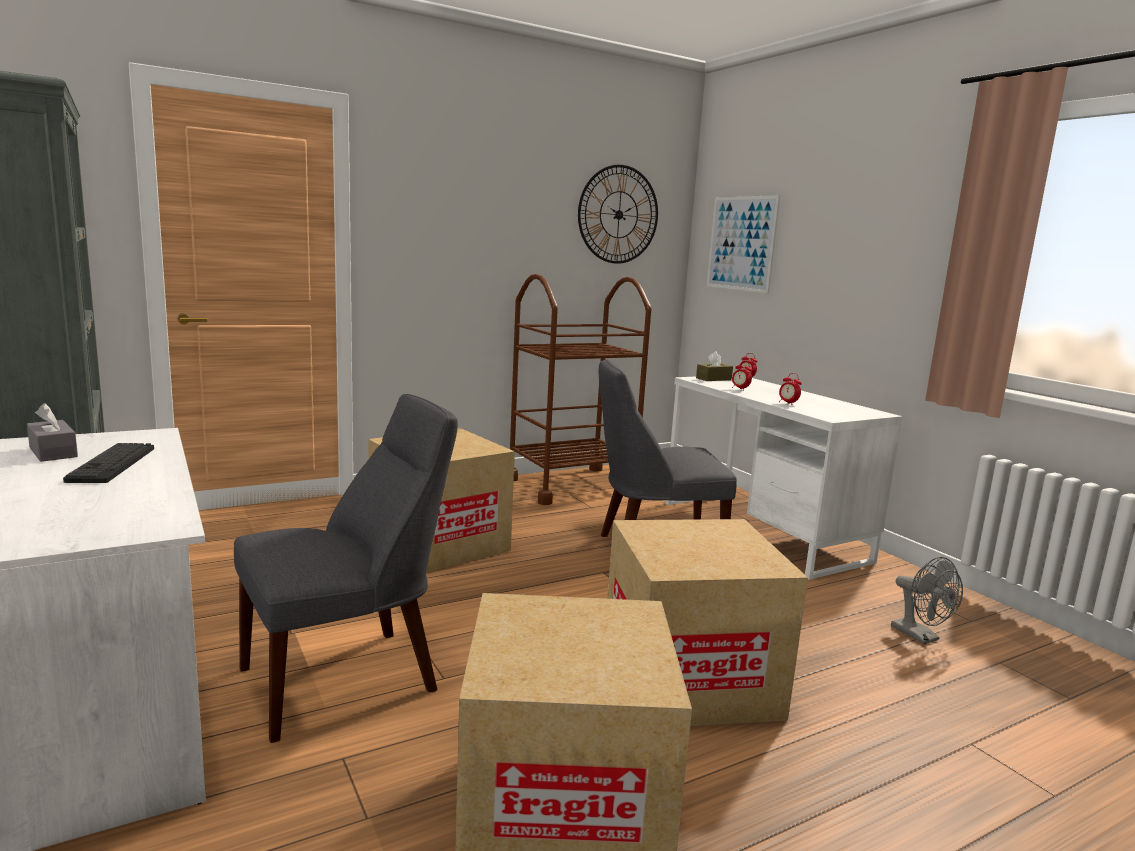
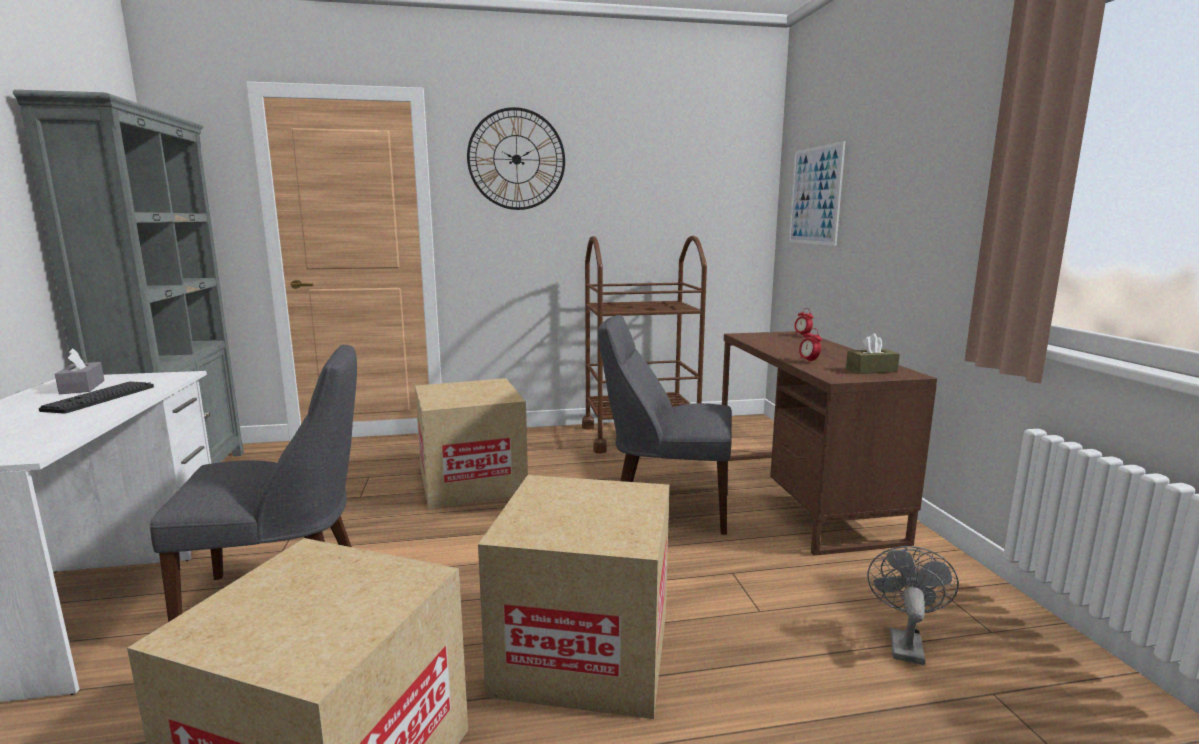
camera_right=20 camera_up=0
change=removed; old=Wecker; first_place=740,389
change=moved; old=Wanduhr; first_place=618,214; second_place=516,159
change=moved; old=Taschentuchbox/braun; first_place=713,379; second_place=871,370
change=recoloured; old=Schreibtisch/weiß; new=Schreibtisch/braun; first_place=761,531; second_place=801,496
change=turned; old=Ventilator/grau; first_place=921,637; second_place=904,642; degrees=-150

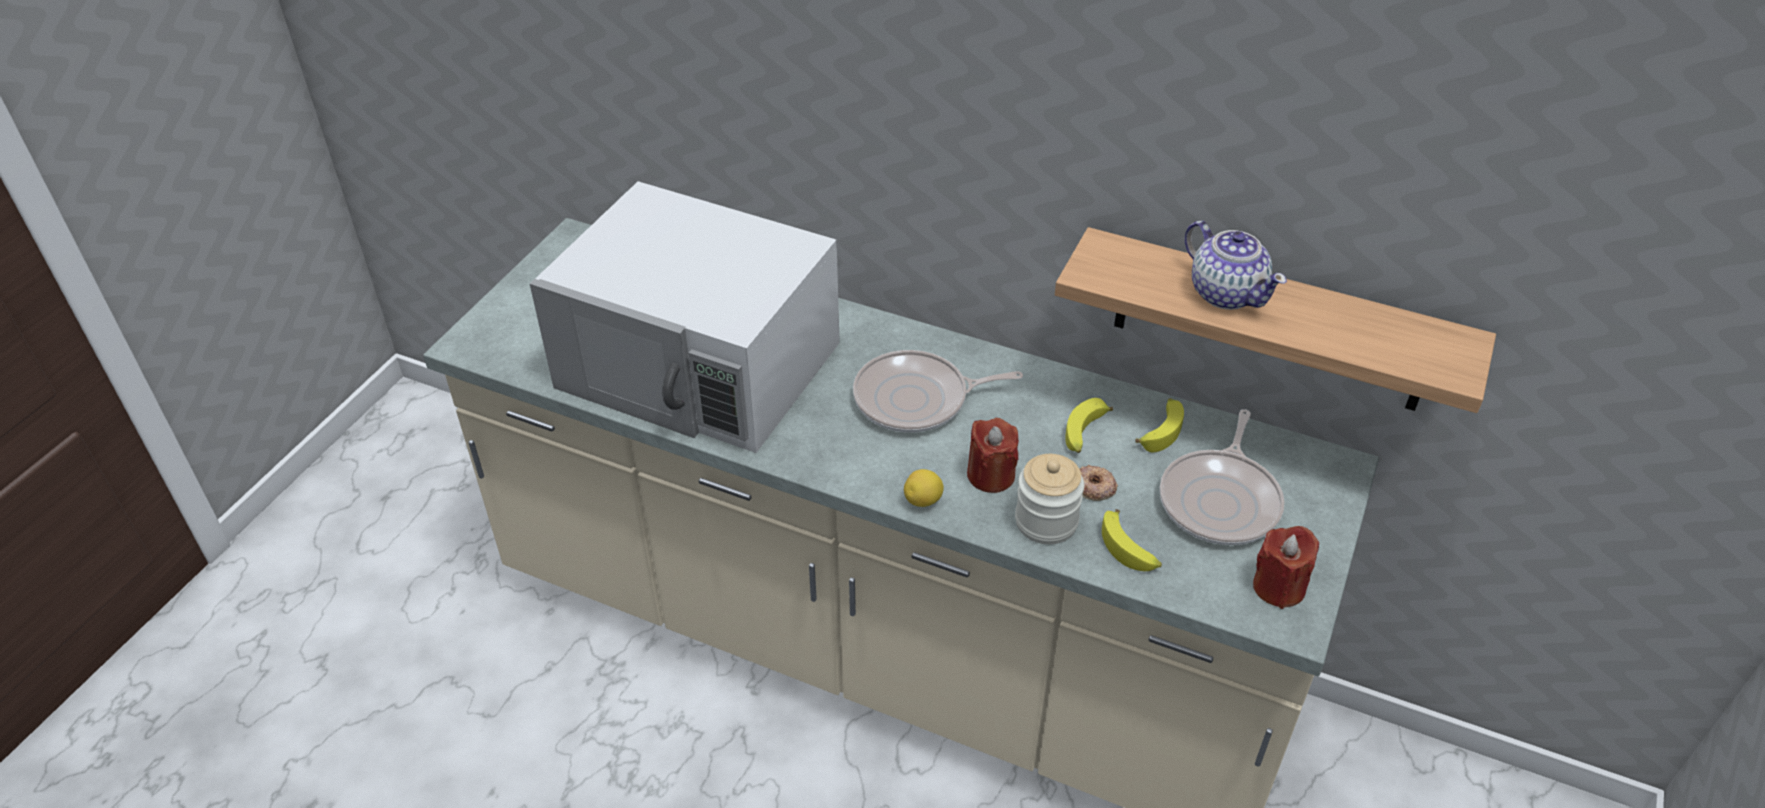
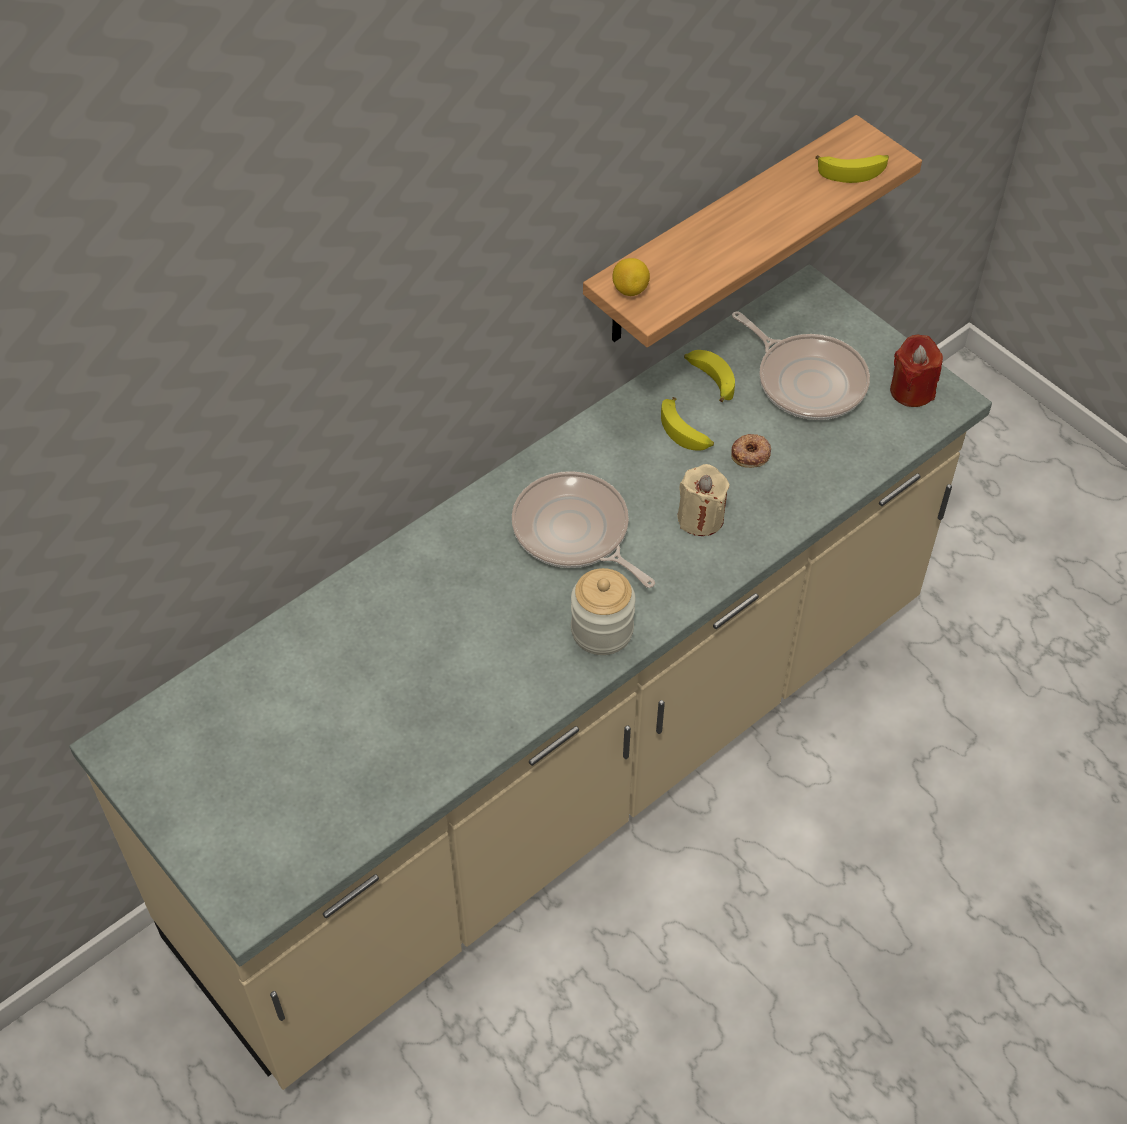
camera_right=-65 camera_up=10
change=removed; old=Mikrowelle/weiß; first_place=701,365
change=removed; old=Teekanne; first_place=1226,292
change=moved; old=Zitrone; first_place=923,501; second_place=630,290
change=moved; old=Vorratsglas; first_place=1046,521; second_place=602,630
change=moved; old=Banane; first_place=1129,549; second_place=853,170
change=recoloured; old=Kerze/rot; new=Kerze/beige; first_place=991,475; second_place=700,518
change=turned; old=Pfanne; first_place=917,399; second_place=574,533; degrees=120

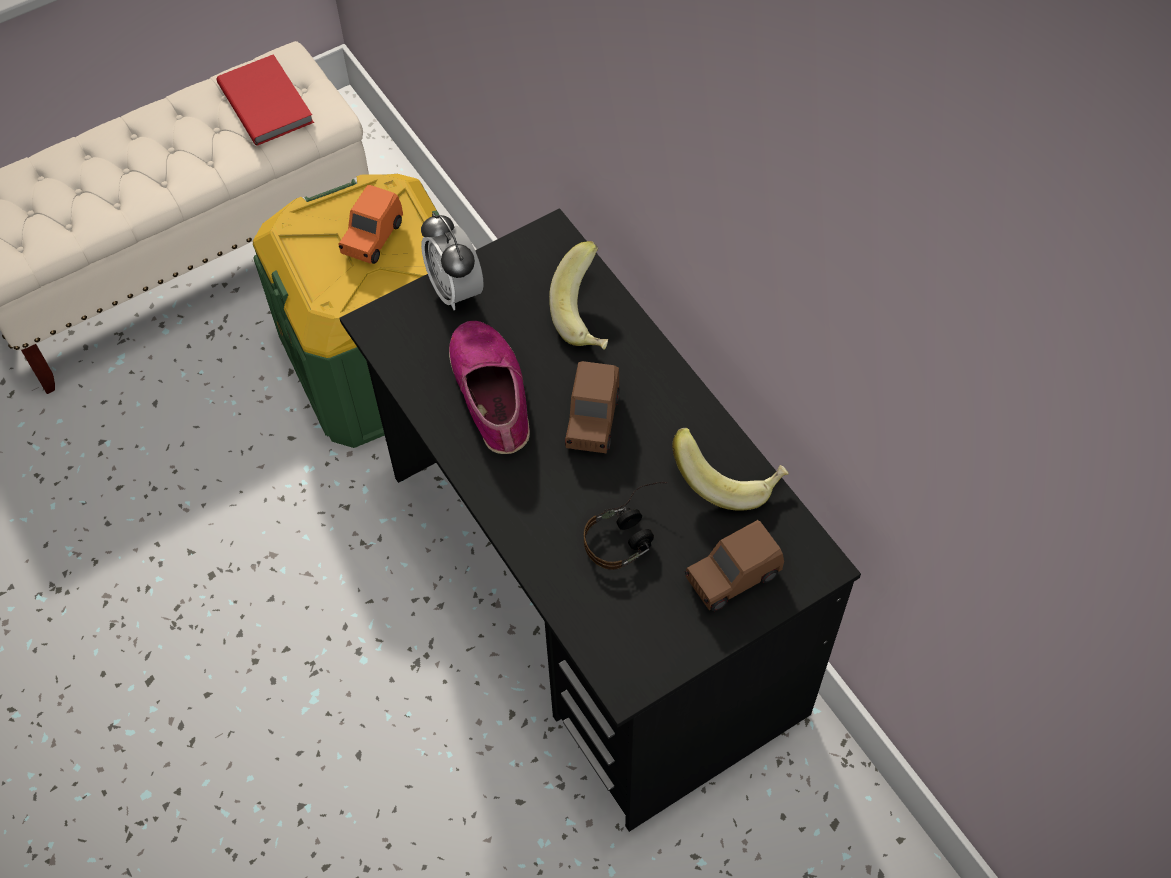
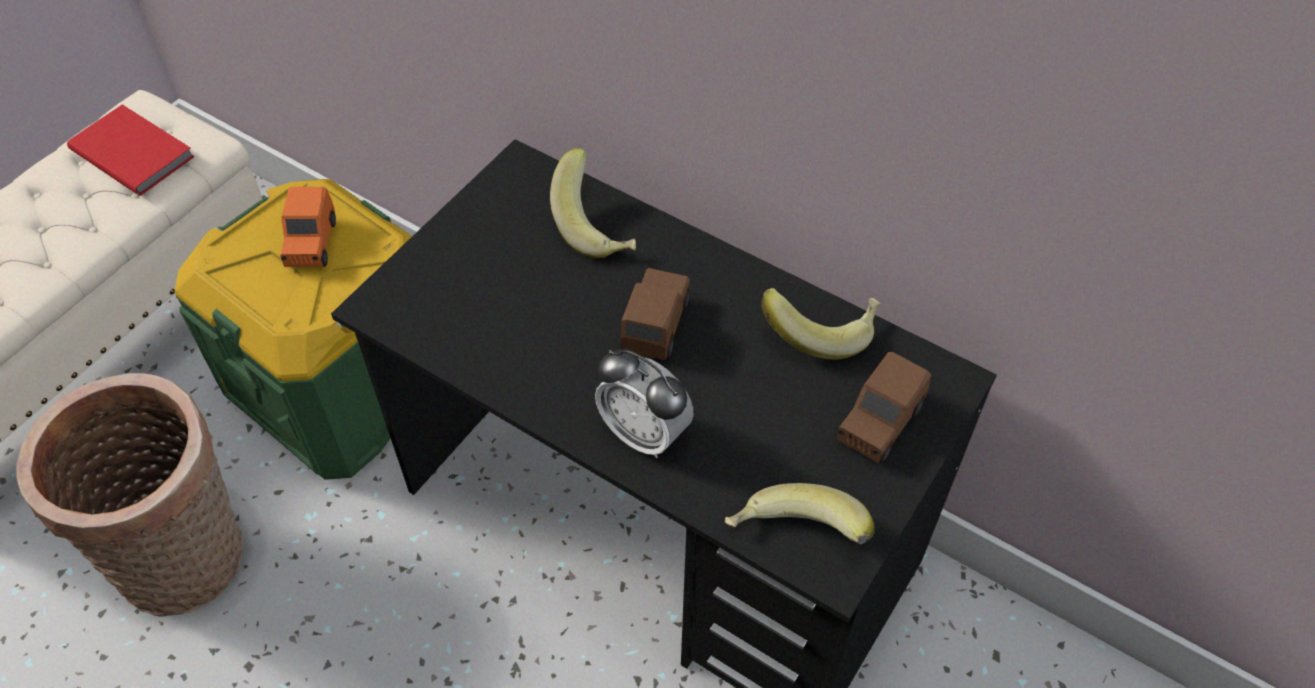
camera_right=-25 camera_up=-5
change=removed; old=Schuh; first_place=492,393
change=removed; old=Kopfhörer; first_place=631,532
change=added; new=Korb; second_place=190,561
change=added; new=Banane; second_place=794,539
change=moved; old=Wecker; first_place=455,290; second_place=644,433
change=turned; old=Spielzeugauto/braun; first_place=592,421; second_place=656,324; degrees=-150

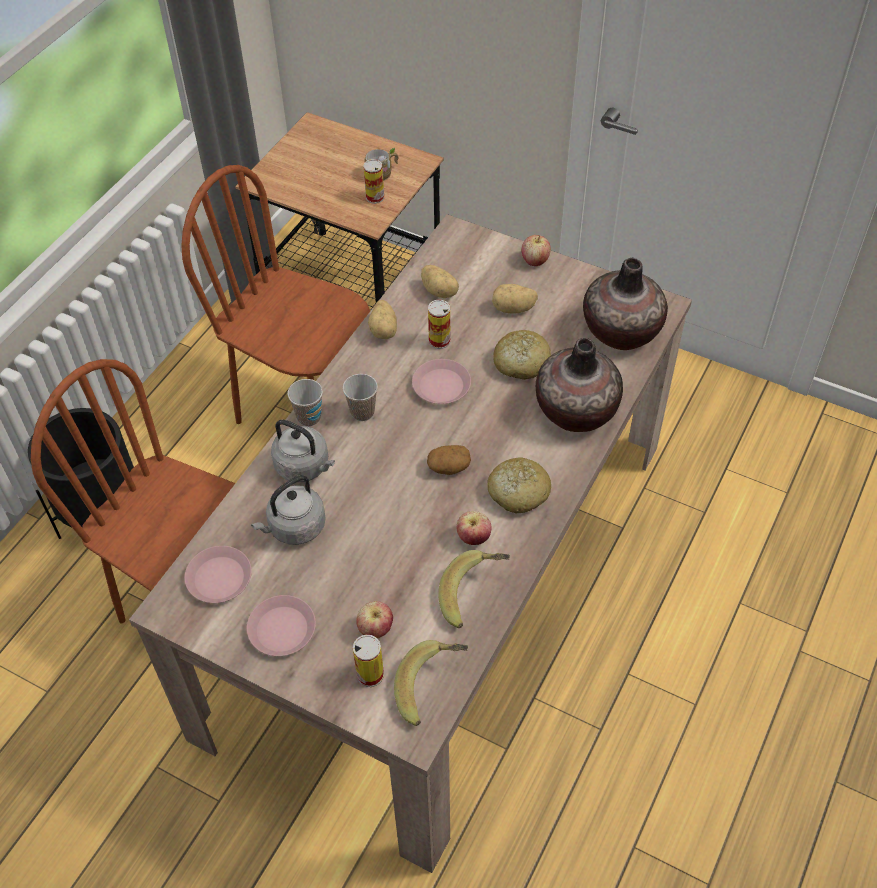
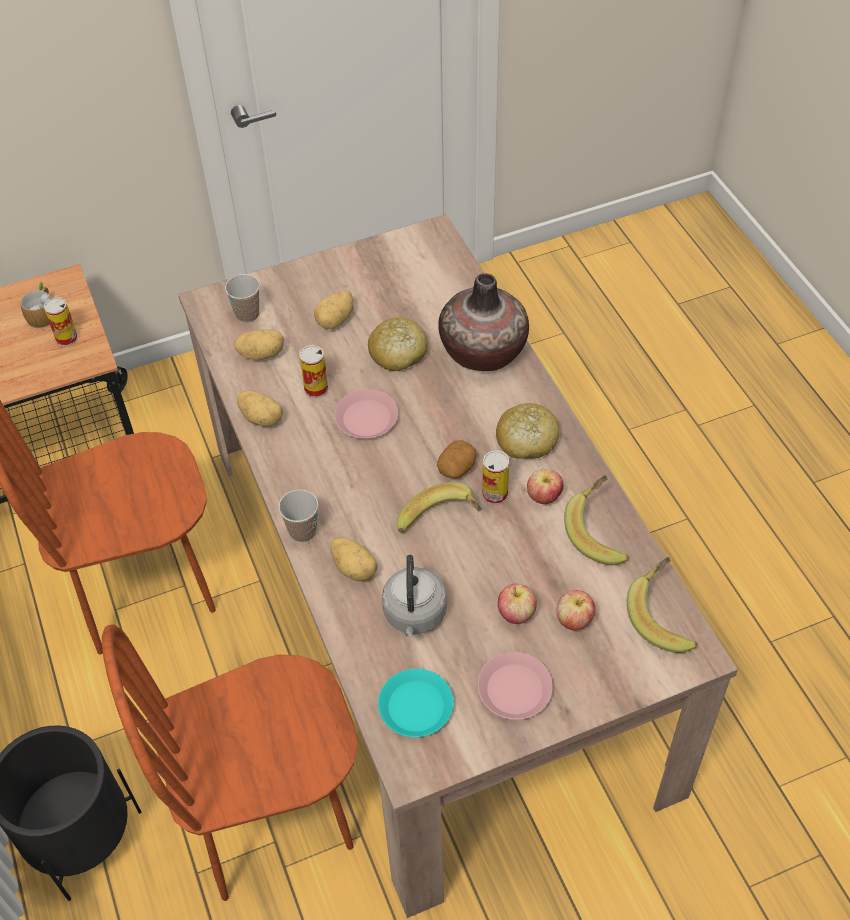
camera_right=-50 camera_up=0
change=removed; old=Vase; first_place=620,332
change=added; new=Banane; second_place=441,523
change=moved; old=Tasse; first_place=362,412; second_place=247,314
change=moved; old=Dose; first_place=370,674; second_place=495,494
change=moved; old=Apfel; first_place=535,261; second_place=516,614
change=replaced; old=Wasserkessel/grau; new=Kartoffel; first_place=304,467; second_place=355,568
change=recoloured; old=Teller/rosa; new=Teller/türkis; first_place=219,578; second_place=415,706

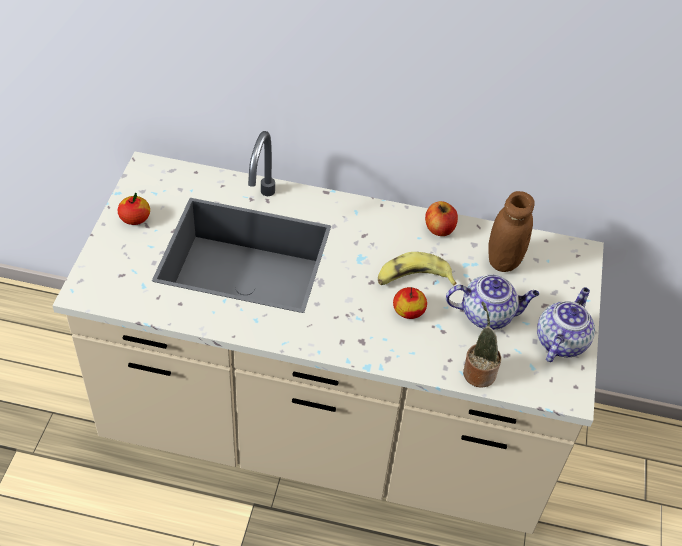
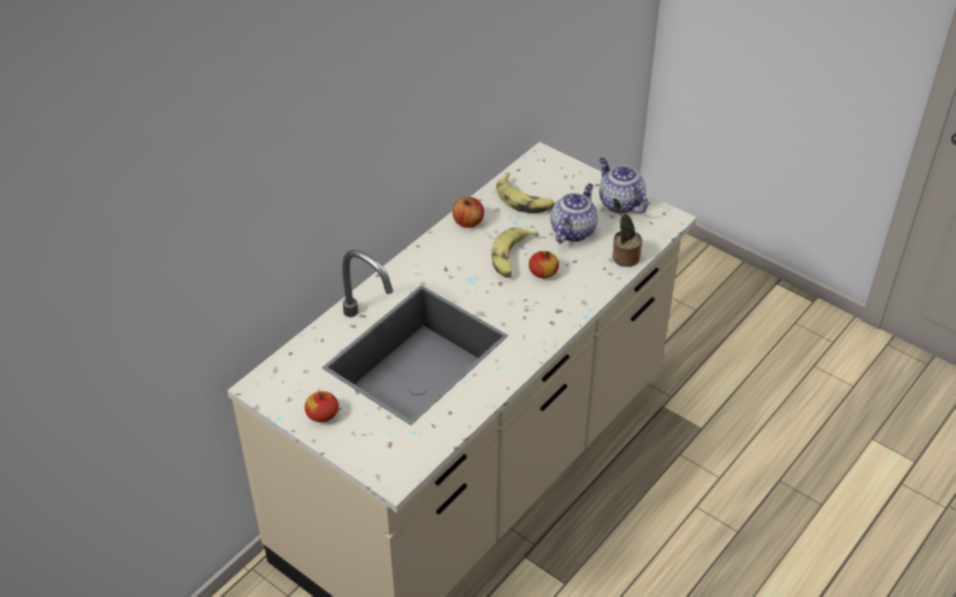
camera_right=-60 camera_up=-5
change=replaced; old=Vorratsglas/braun; new=Banane; first_place=503,260; second_place=524,200

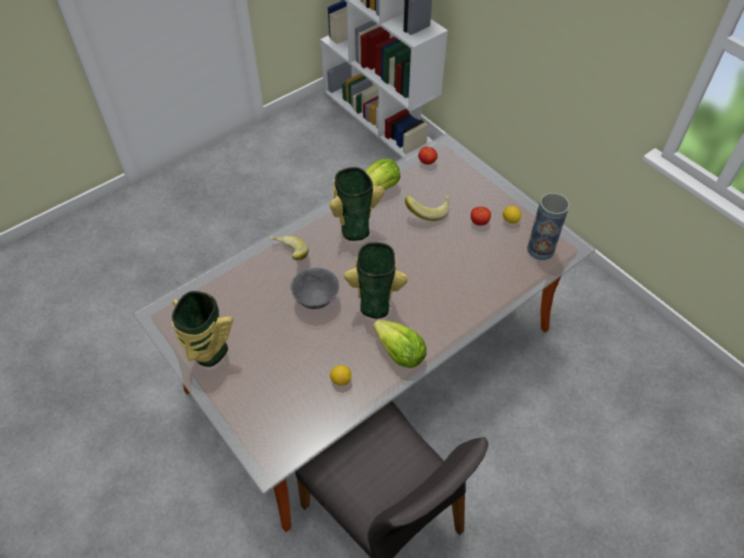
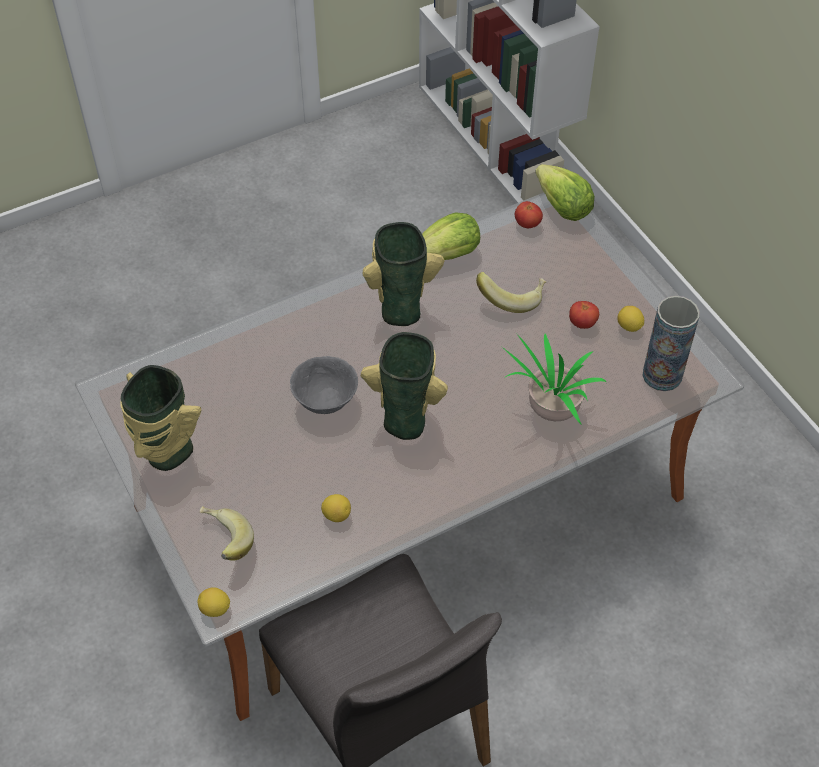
camera_right=10 camera_up=0
change=added; new=Zitrone; second_place=215,609
change=added; new=Topfpflanze; second_place=550,412
change=moved; old=Banane; first_place=288,255; second_place=223,542
change=moved; old=Salatkopf; first_place=399,353; second_place=562,207

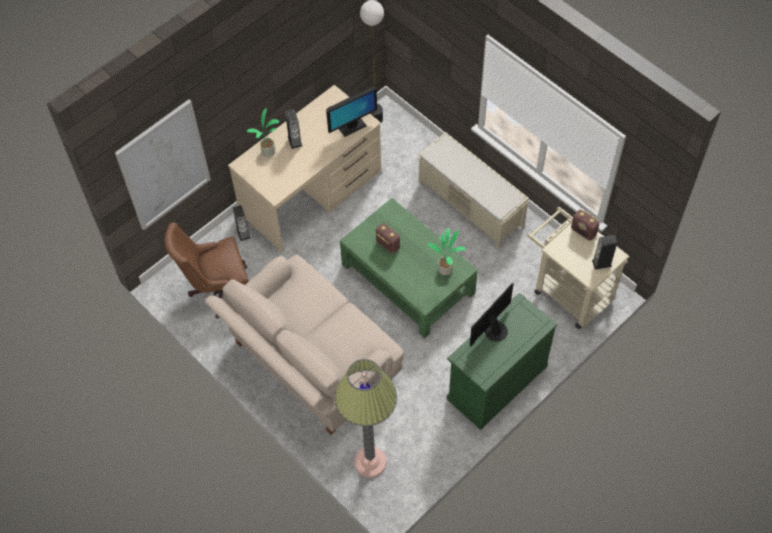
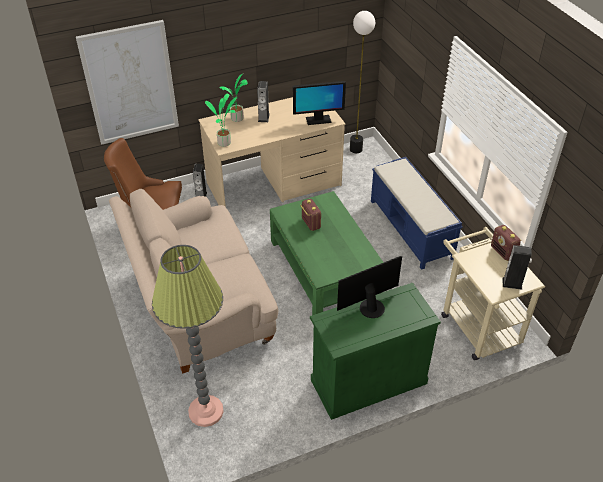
camera_right=20 camera_up=-15
change=moved; old=Topfpflanze; first_place=446,269; second_place=225,143
change=recoloured; old=Bank/beige; new=Bank/blau; first_place=471,204; second_place=411,229

